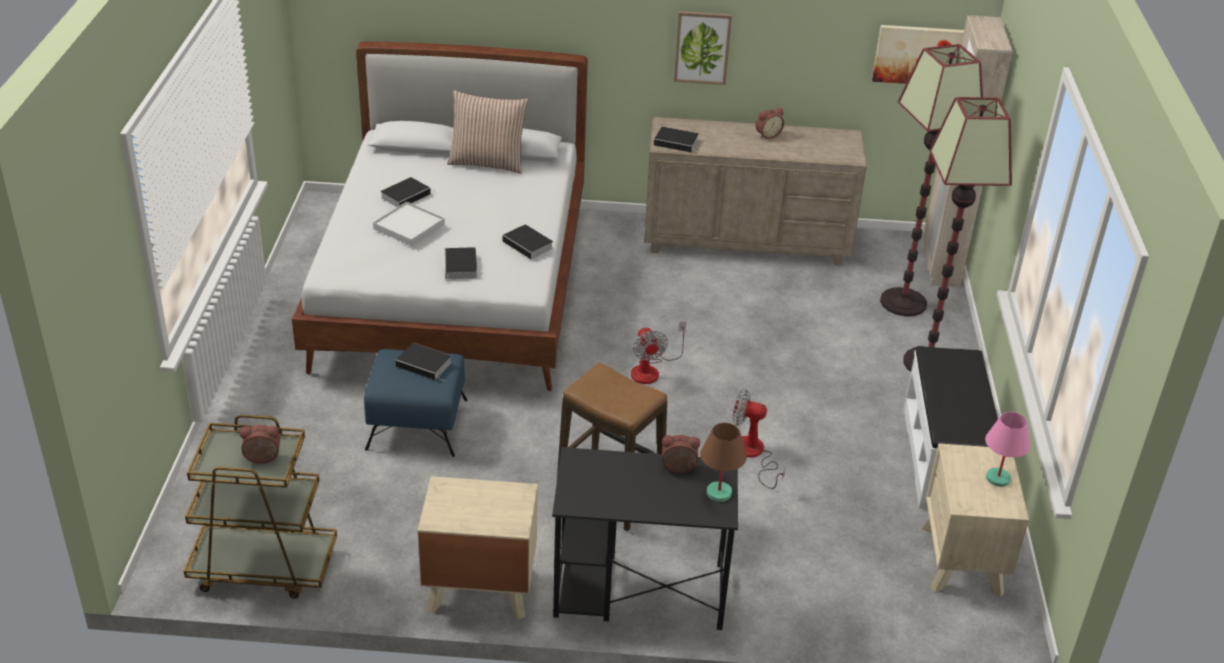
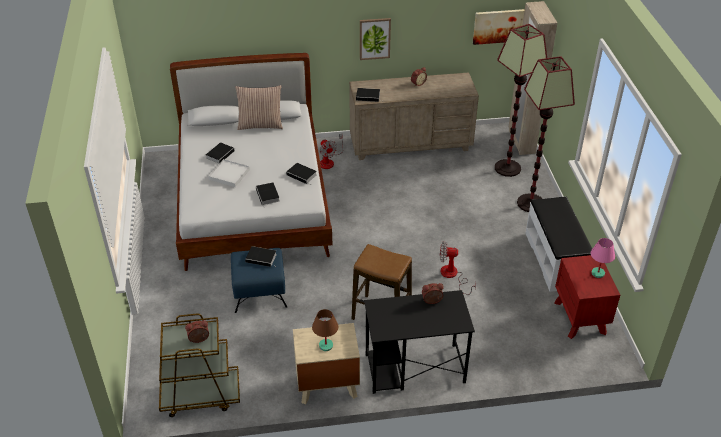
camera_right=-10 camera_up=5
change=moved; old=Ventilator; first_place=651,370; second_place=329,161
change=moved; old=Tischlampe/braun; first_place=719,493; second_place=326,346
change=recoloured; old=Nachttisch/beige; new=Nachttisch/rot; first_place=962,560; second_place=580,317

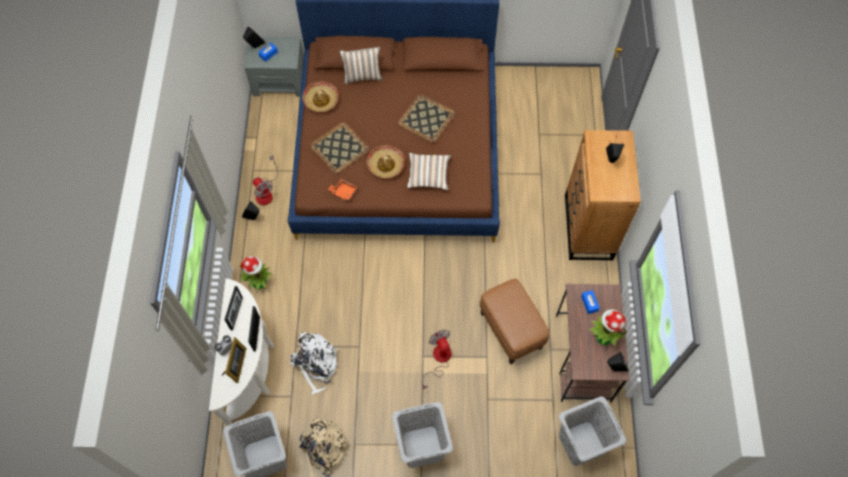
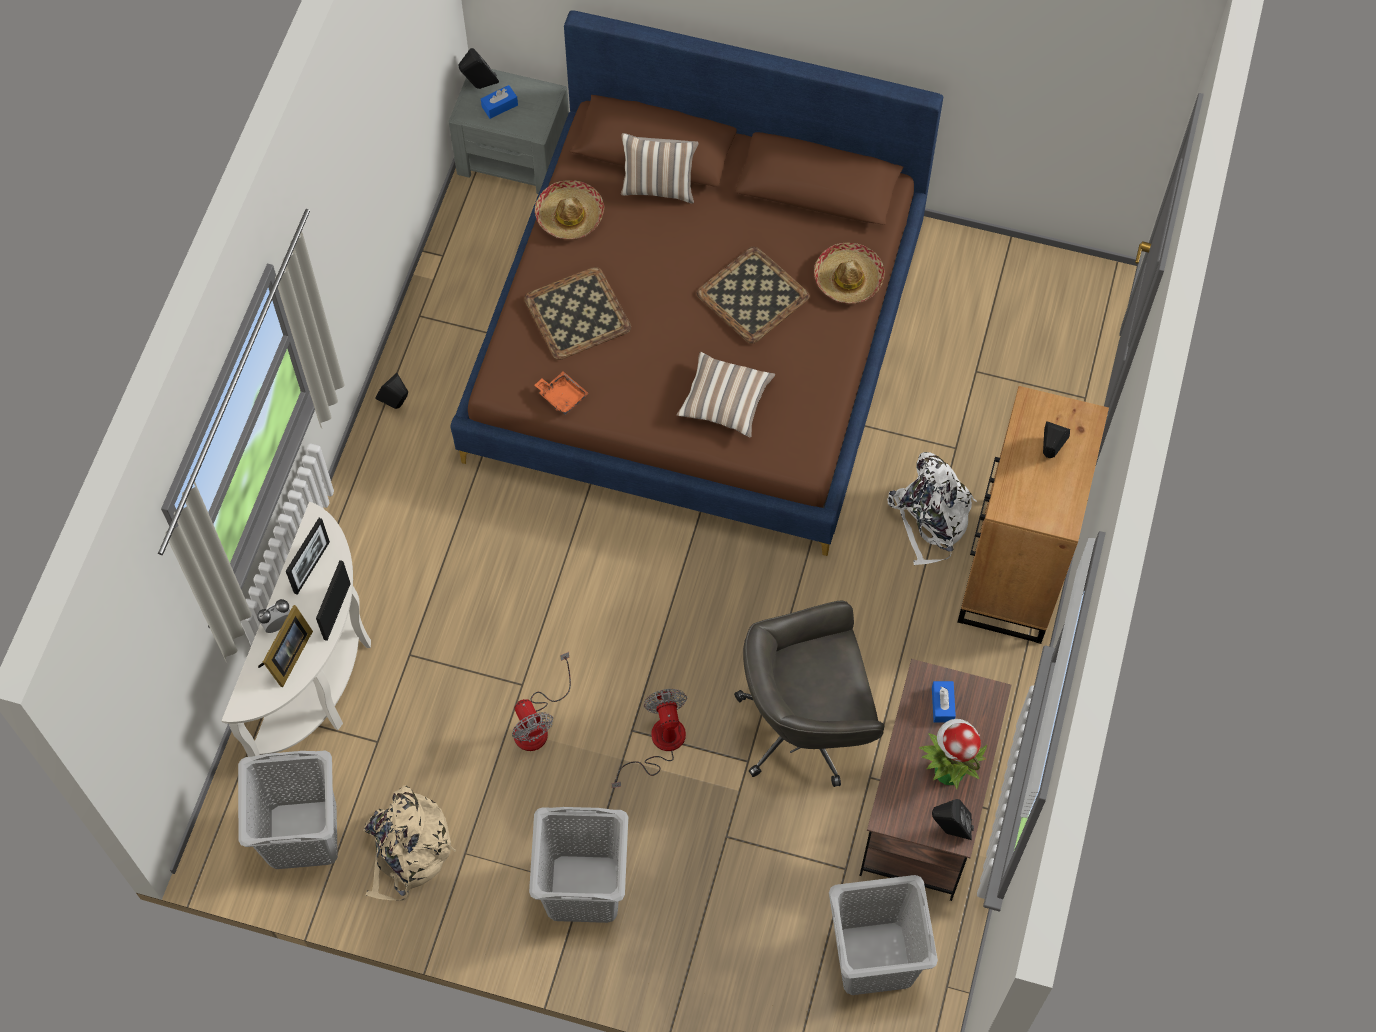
camera_right=15 camera_up=0
change=removed; old=Topfpflanze; first_place=259,282
change=moved; old=Ventilator; first_place=266,192; second_place=537,723
change=moved; old=Rucksack/weiß; first_place=316,364; second_place=931,518
change=moved; old=Hut; first_place=386,164; second_place=848,279
change=replaced; old=Polsterhocker/braun; new=Bürostuhl/grau; first_place=510,330; second_place=806,725

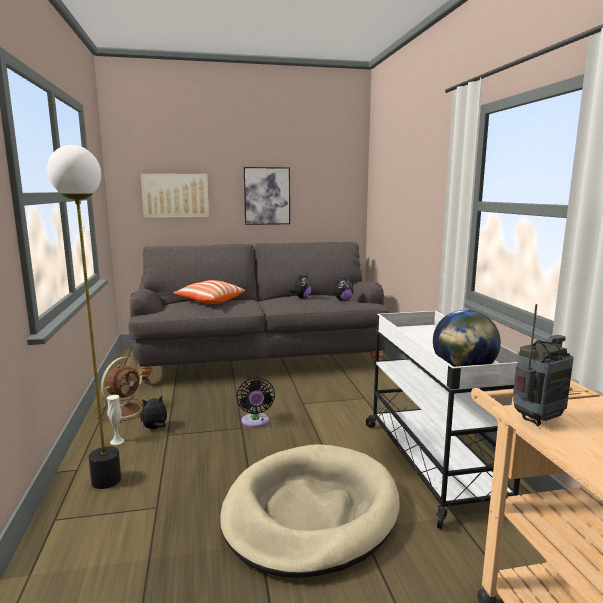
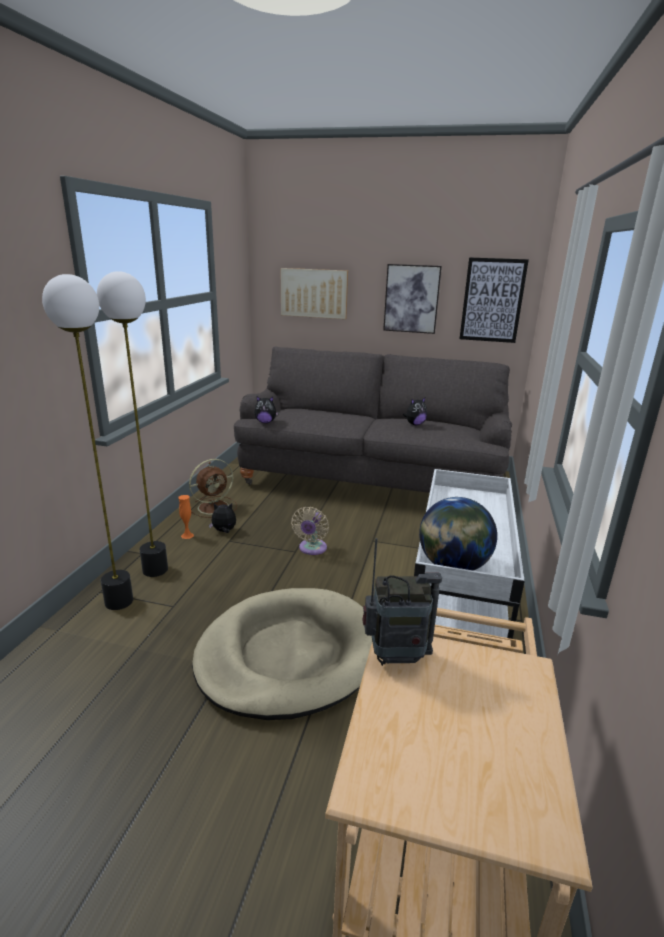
camera_right=25 camera_up=10
change=removed; old=Kissen; first_place=209,301
change=added; new=Stehlampe; second_place=119,601
change=added; new=Bild; second_place=492,300
change=moved; old=Plüschtier; first_place=343,300; second_place=265,422
change=recoloured; old=Vase/weiß; new=Vase/orange; first_place=117,441; second_place=187,535
change=recoloured; old=Ventilator/schwarz; new=Ventilator/beige; first_place=255,422; second_place=311,549

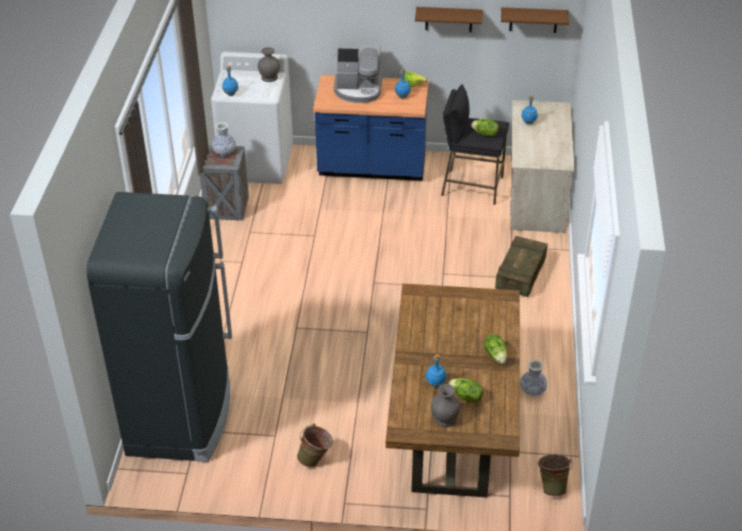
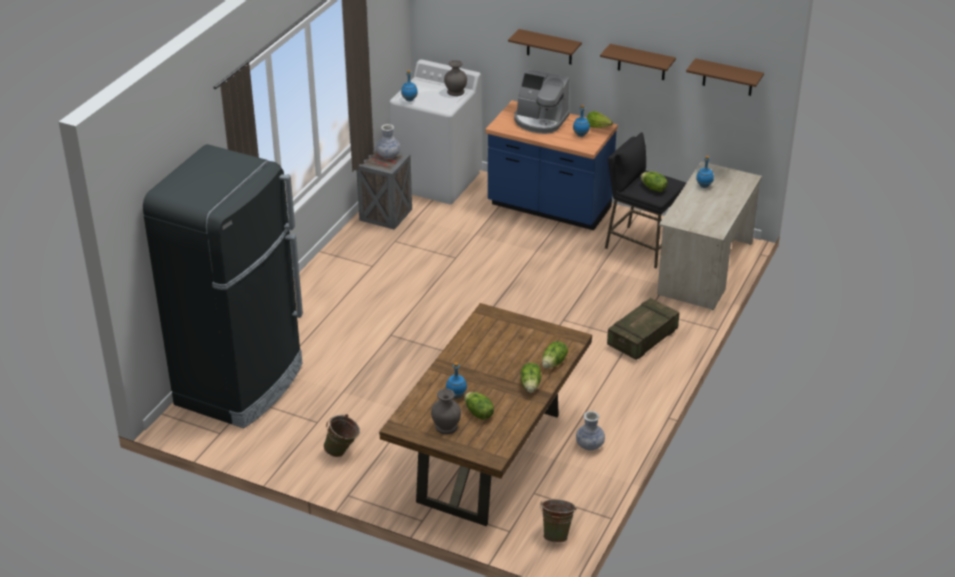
camera_right=20 camera_up=-5
change=added; new=Wandregal/braun; second_place=549,47
change=added; new=Salatkopf; second_place=554,363

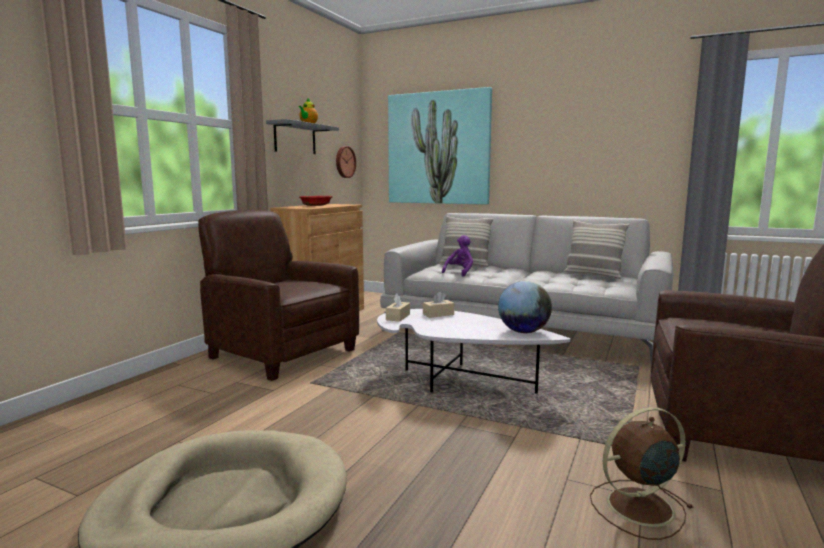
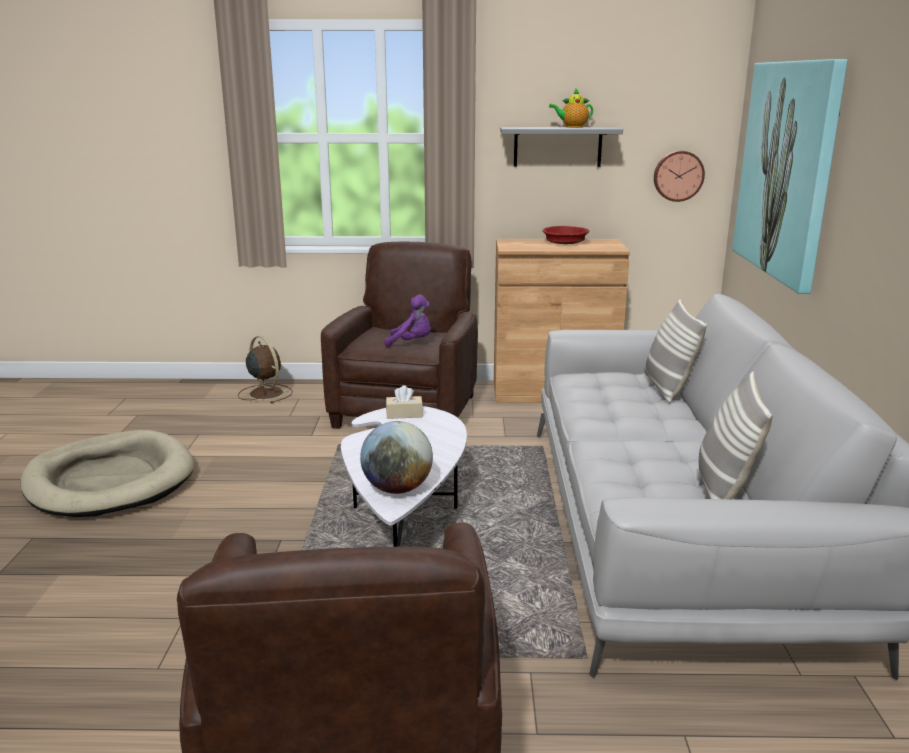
camera_right=65 camera_up=10
change=removed; old=Taschentuchbox/beige; first_place=438,314
change=moved; old=Plüschtier/lila; first_place=460,272; second_place=411,343
change=moved; old=Ventilator/braun; first_place=637,507; second_place=265,393

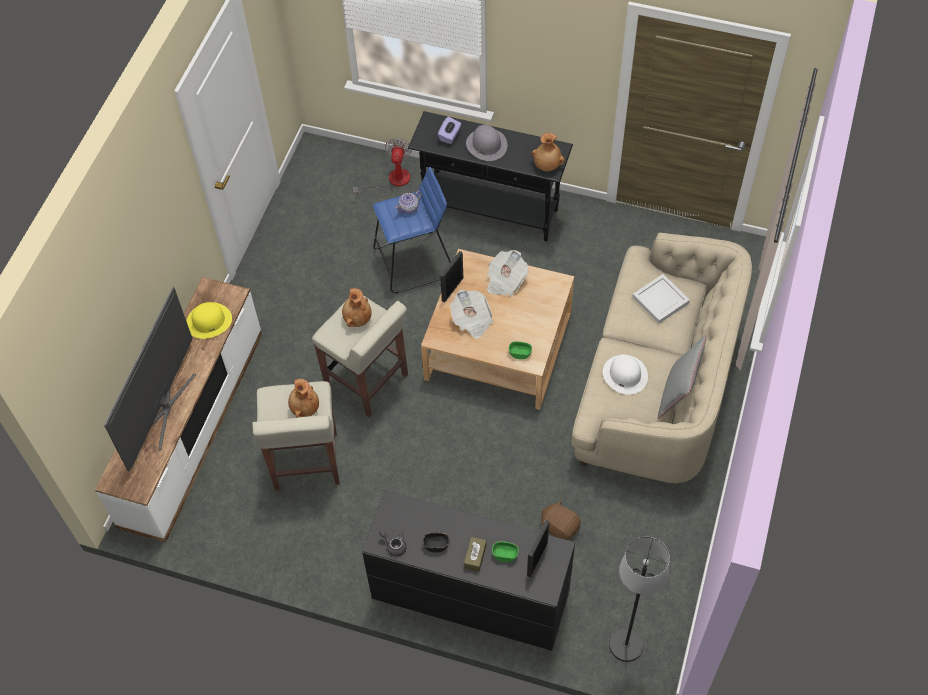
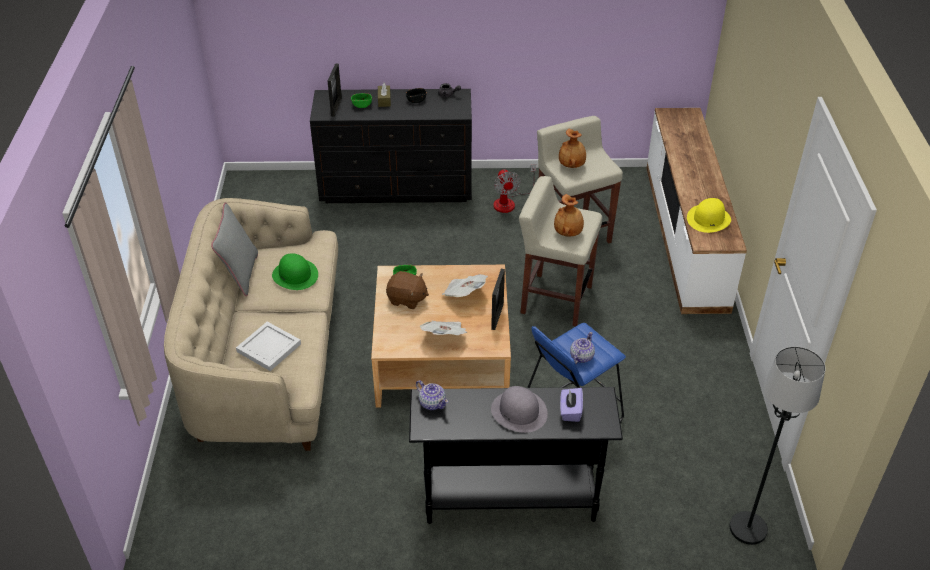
camera_right=160 camera_up=-15
change=removed; old=Fernseher; first_place=164,407
change=moved; old=Ventilator; first_place=392,181; second_place=509,202
change=moved; old=Plüschtier/braun; first_place=560,527; second_place=407,299
change=moved; old=Stehlampe/schwarz; first_place=626,645; second_place=747,528
change=replaced; old=Vase/braun; new=Teekanne; first_place=547,165; second_place=432,403
change=recoloured; old=Hut/weiß; new=Hut/grün; first_place=624,374; second_place=295,275

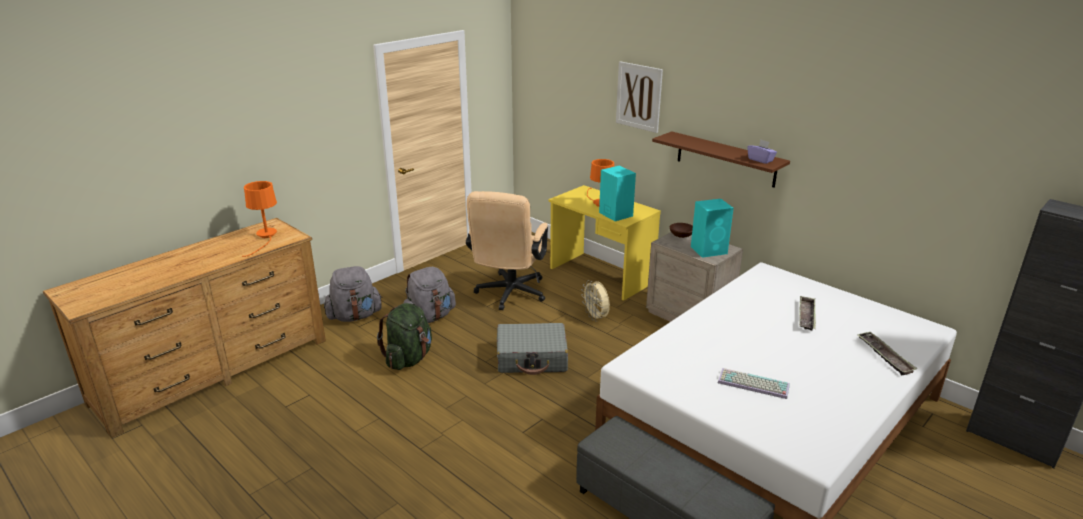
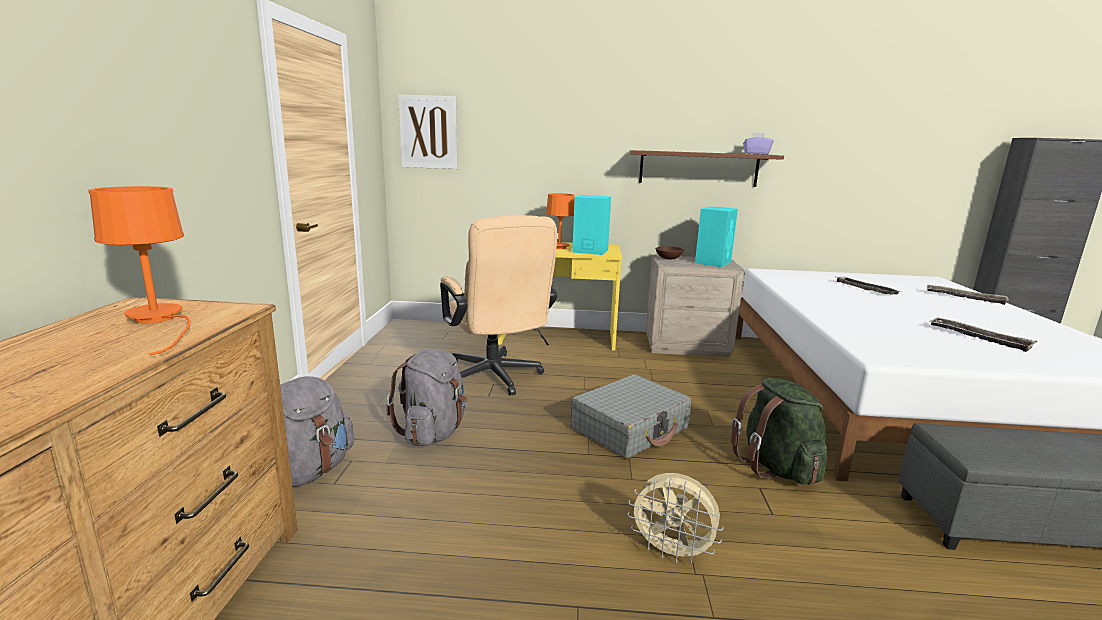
camera_right=-40 camera_up=-10
change=moved; old=Rucksack/grün; first_place=409,359; second_place=776,467
change=moved; old=Ventilator/beige; first_place=596,317; second_place=672,552
change=moved; old=Bild; first_place=639,96; second_place=428,132
change=replaced; old=Tastatur; new=Tablett; first_place=752,384; second_place=978,338

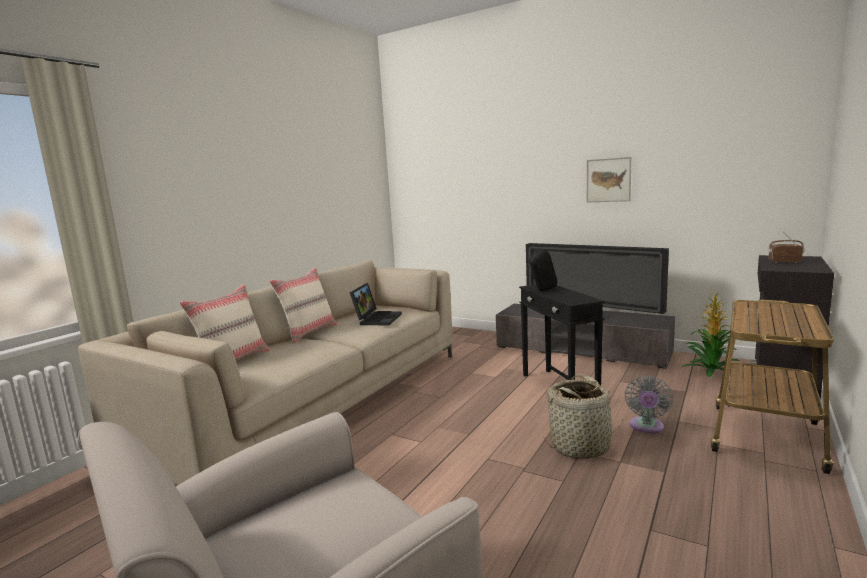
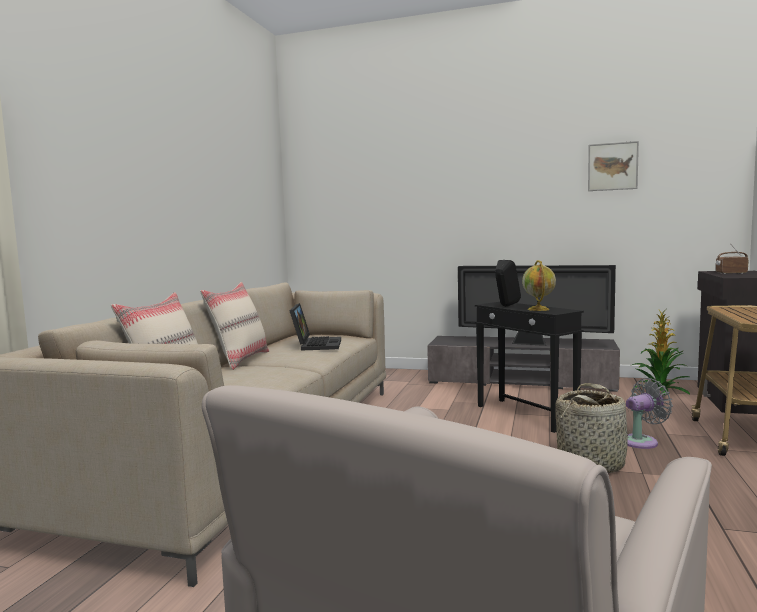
camera_right=-15 camera_up=-5
change=added; new=Globus; second_place=539,309
change=moved; old=Bild; first_place=608,180; second_place=612,166
change=turned; old=Ventilator/grau; first_place=646,427; second_place=642,441; degrees=-120

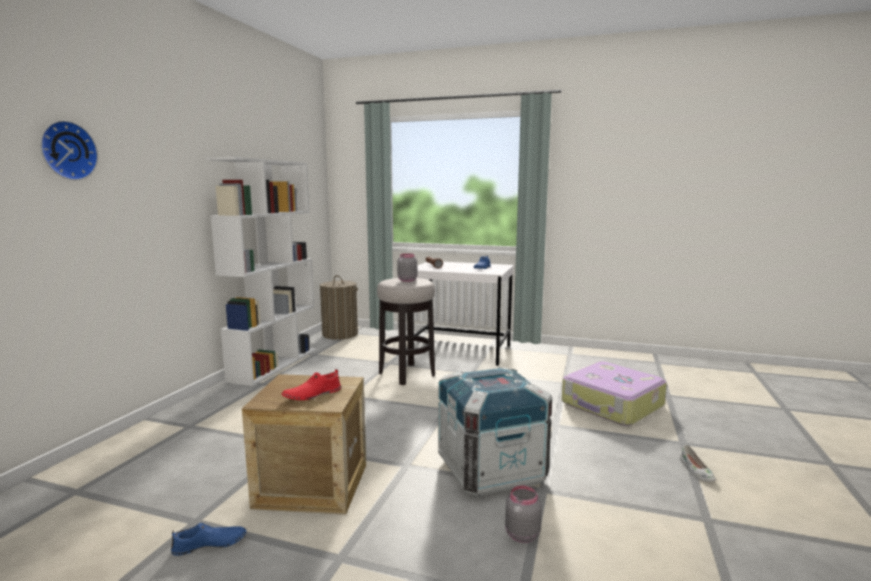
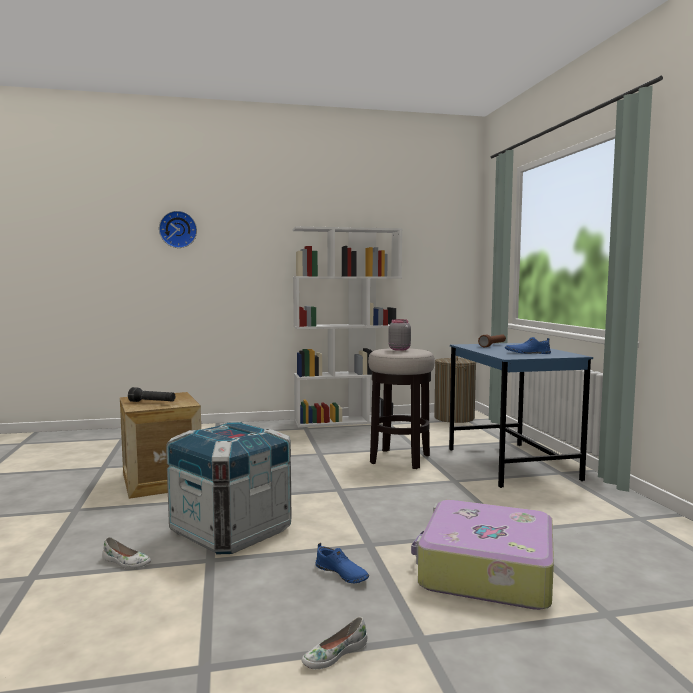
camera_right=60 camera_up=-5
change=moved; old=Schuh/blau; first_place=210,545; second_place=341,574
change=replaced; old=Schuh/rot; new=Taschenlampe/schwarz; first_place=312,394; second_place=152,402
change=replaced; old=Vorratsglas/grau; new=Schuh/weiß; first_place=521,534; second_place=126,562
change=recoloured; old=Schreibtisch/weiß; new=Schreibtisch/blau; first_place=461,351; second_place=512,464

